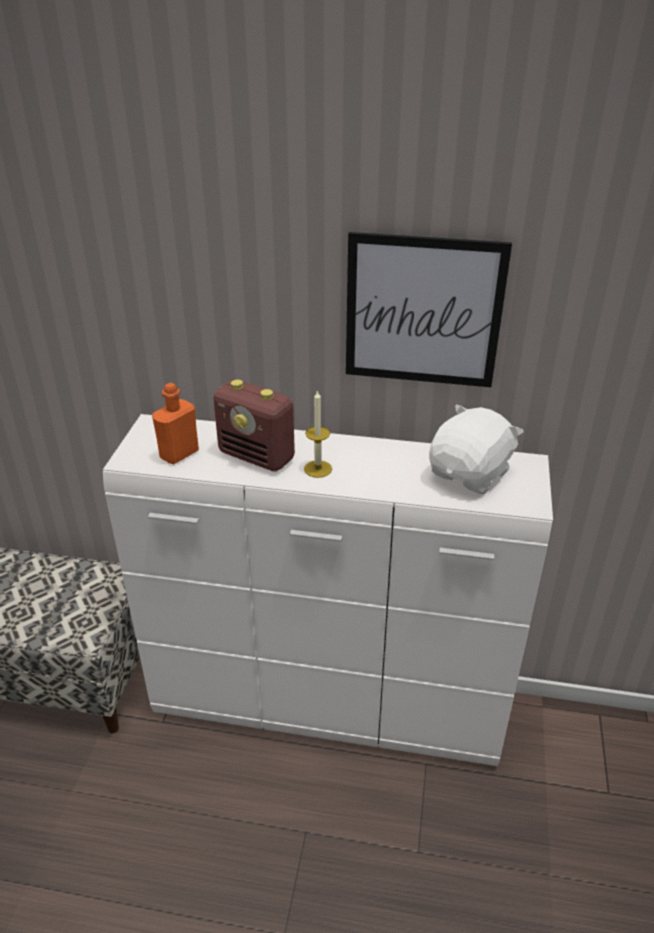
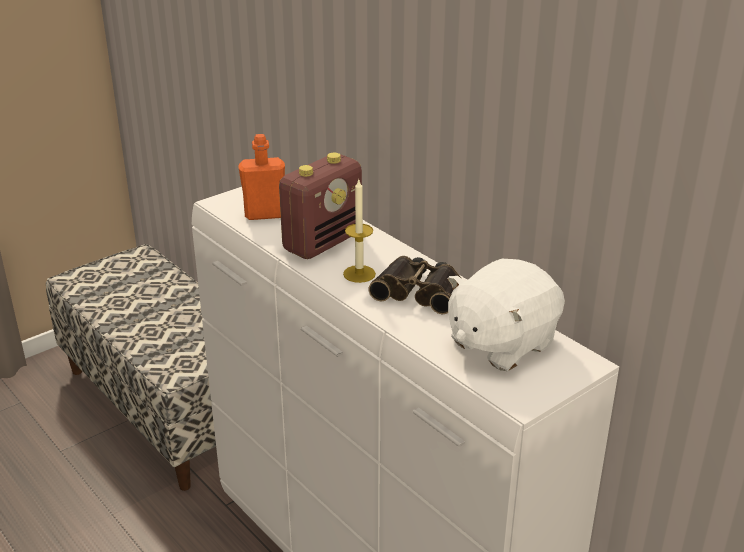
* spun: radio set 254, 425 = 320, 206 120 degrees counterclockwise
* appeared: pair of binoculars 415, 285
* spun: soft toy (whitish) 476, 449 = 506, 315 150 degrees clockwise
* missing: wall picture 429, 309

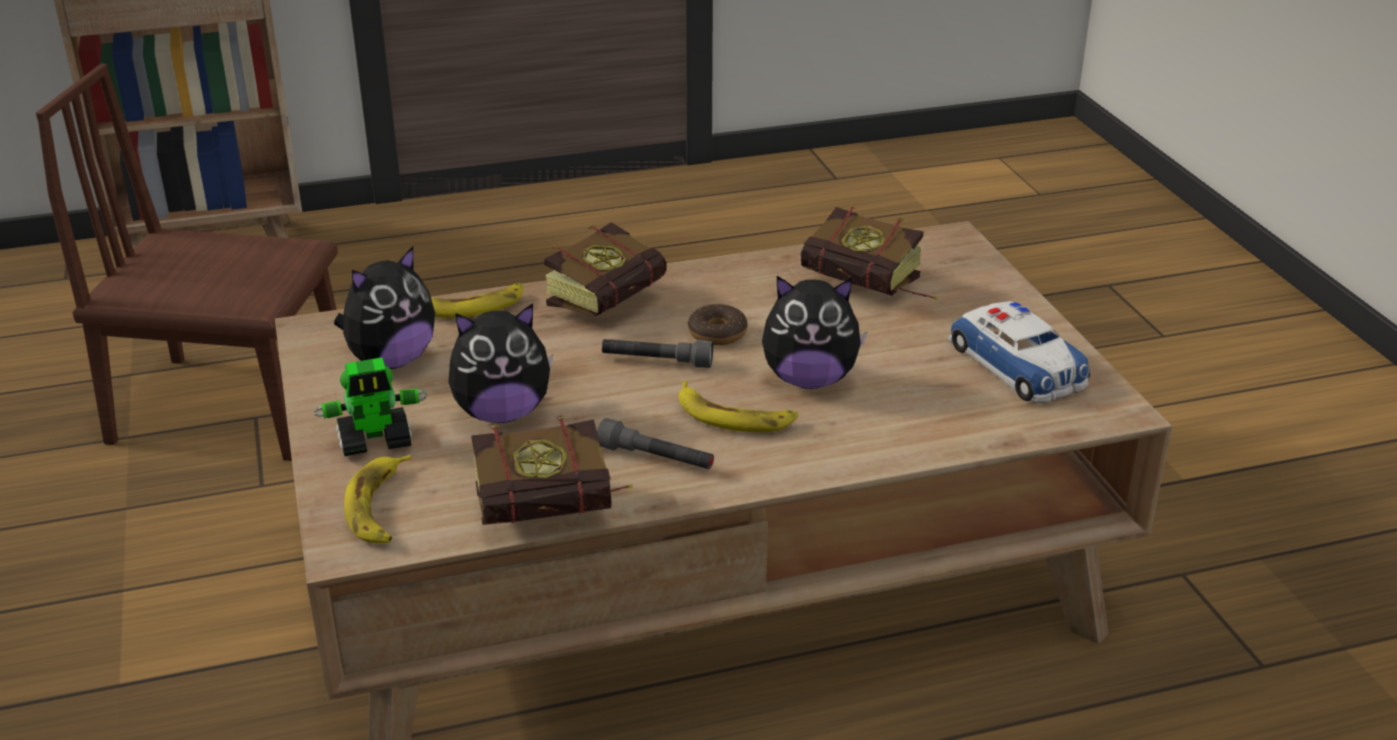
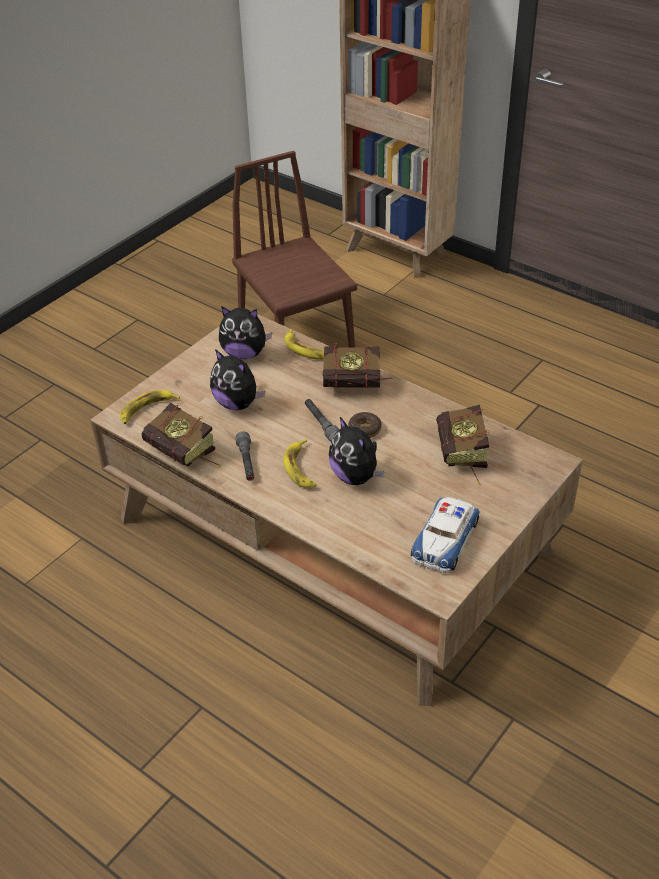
* missing: model robot 371, 407

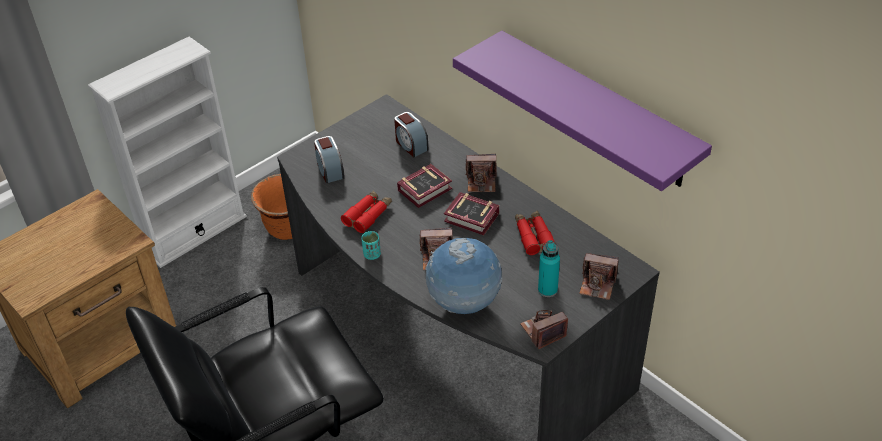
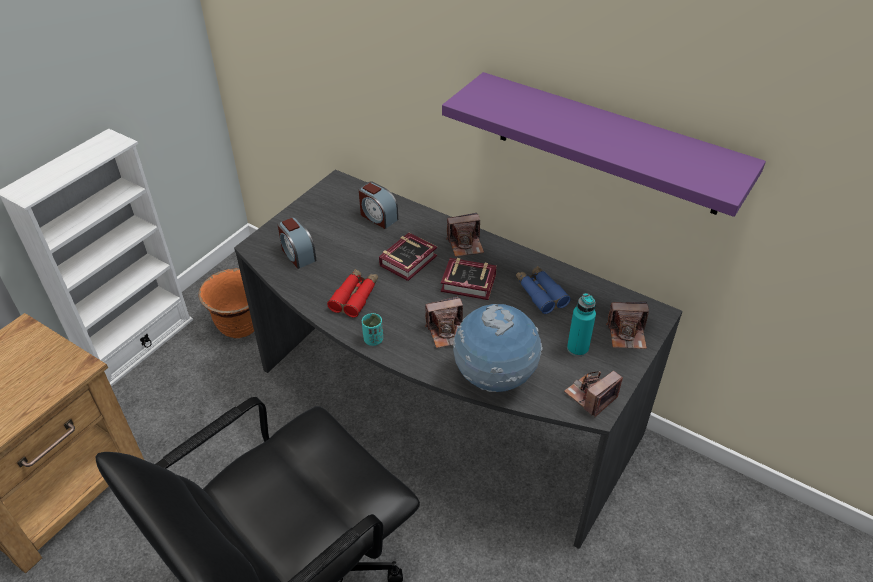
* colour: pair of binoculars (reddish) 535, 233 to pair of binoculars (bluish) 543, 290

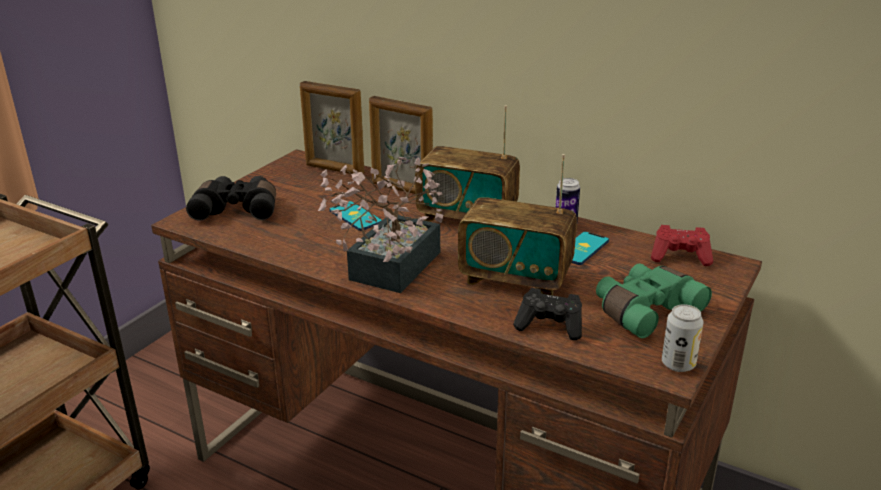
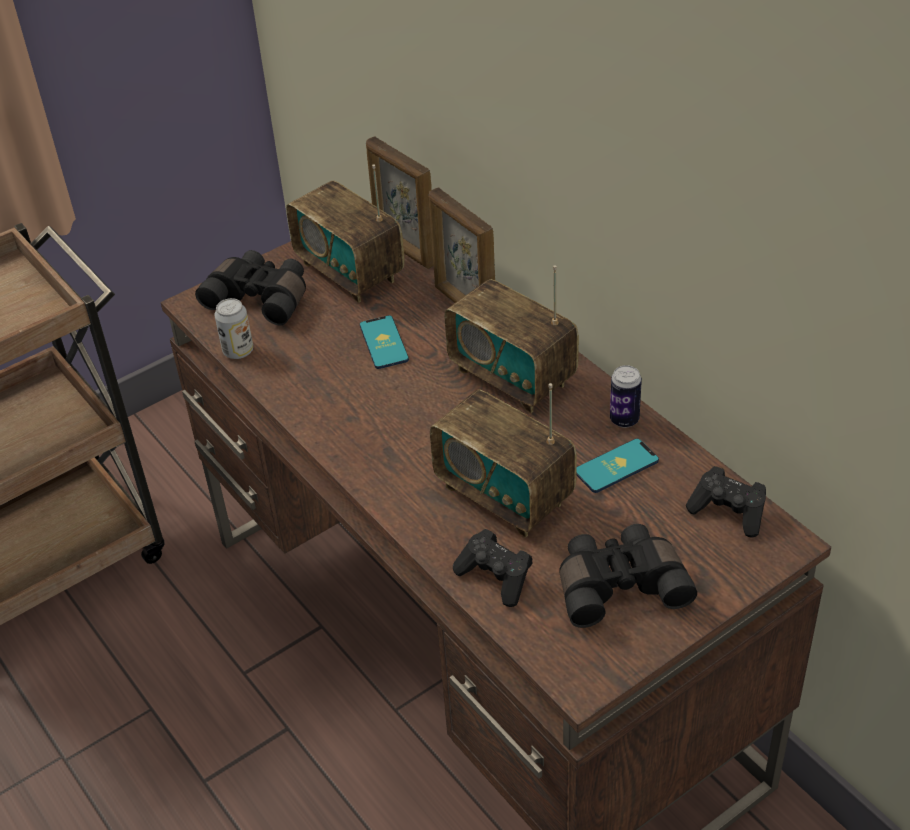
* relocated: sealed can 683, 338 to 233, 328
* appeared: radio set 345, 233
* colour: pair of binoculars (greenish) 654, 301 to pair of binoculars (black-coloured) 628, 576
* colour: game controller (reddish) 682, 245 to game controller (black-coloured) 726, 502
* missing: houseplant 380, 225

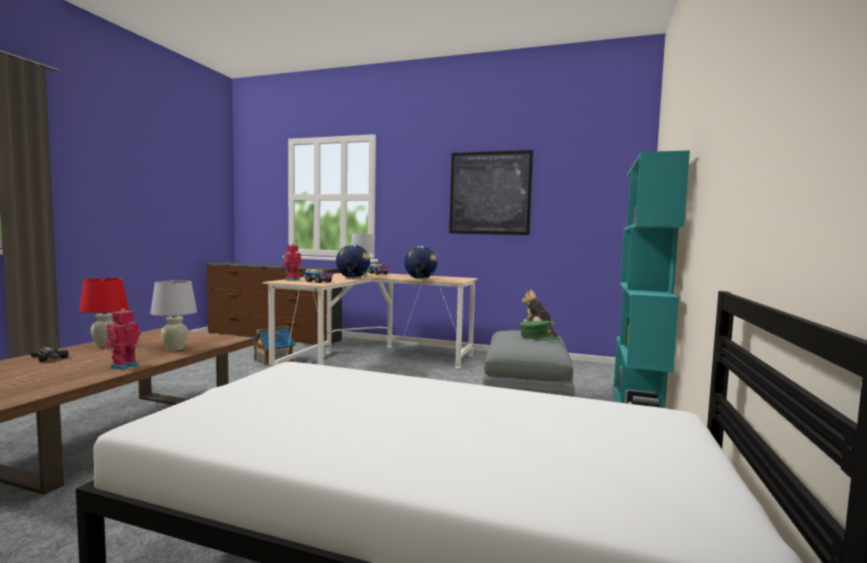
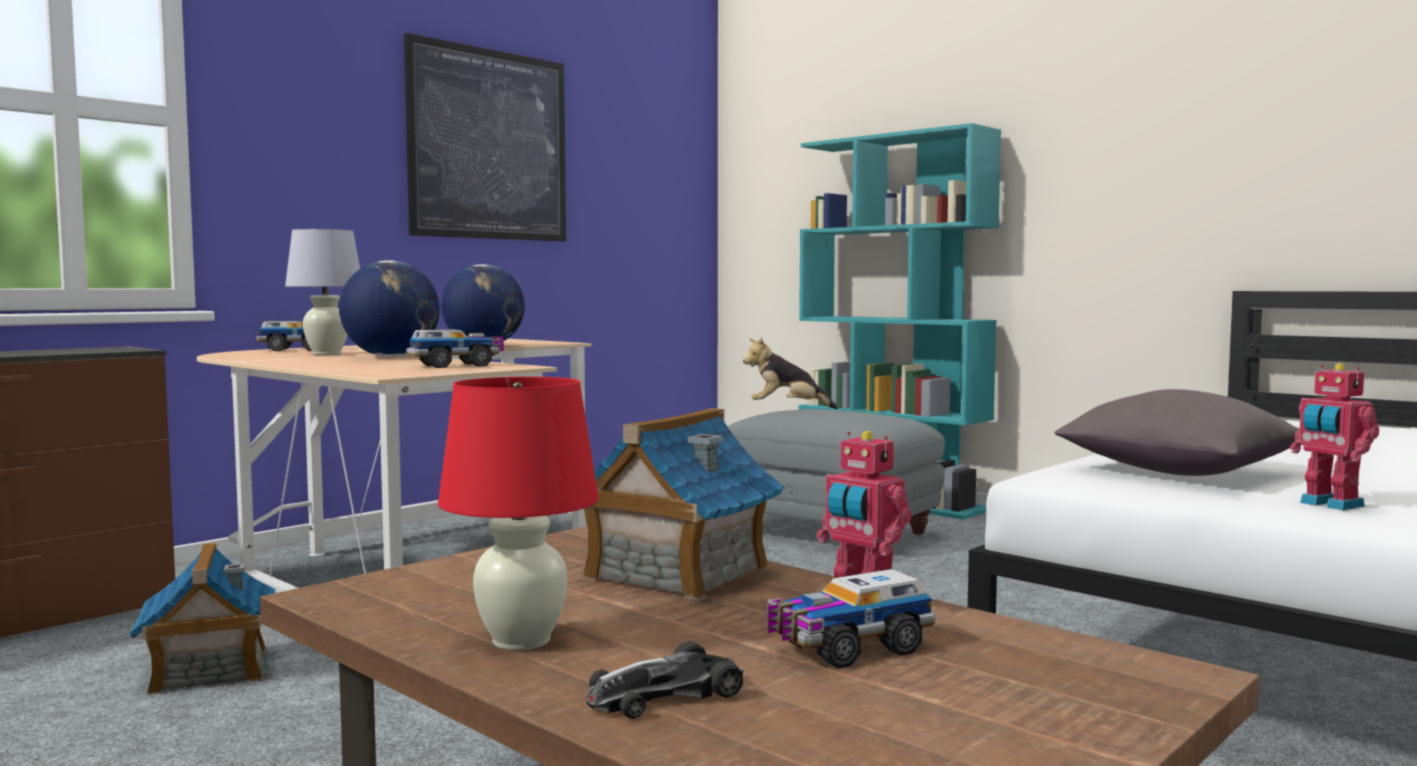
* exchanged: lamp for a table (whitish) 173, 315 to toy house 683, 504
* appeared: toy lorry 851, 619
* appeared: throw pillow (greyish) 1177, 432
* relocated: model robot 292, 262 to 1334, 437
* missing: peaked cap (greenish) 539, 331

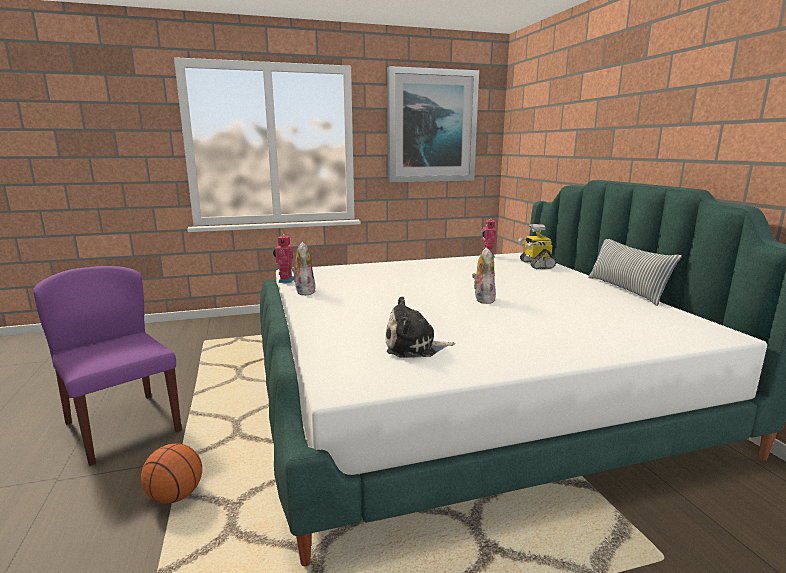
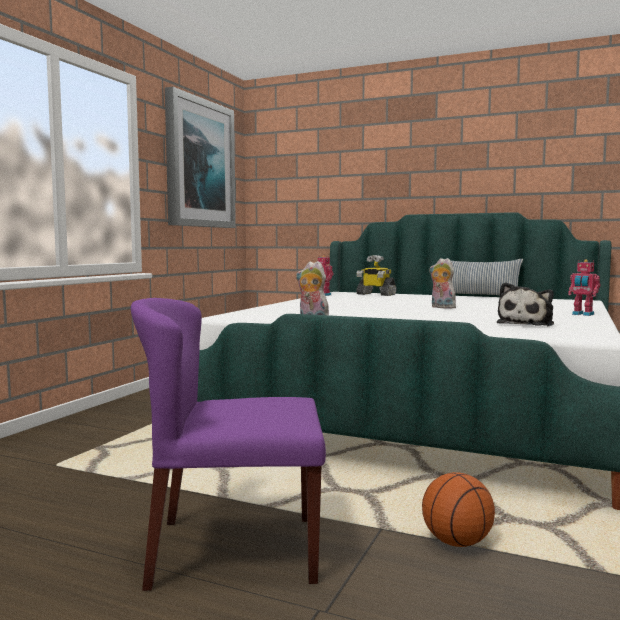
* relocated: model robot 283, 258 to 584, 288

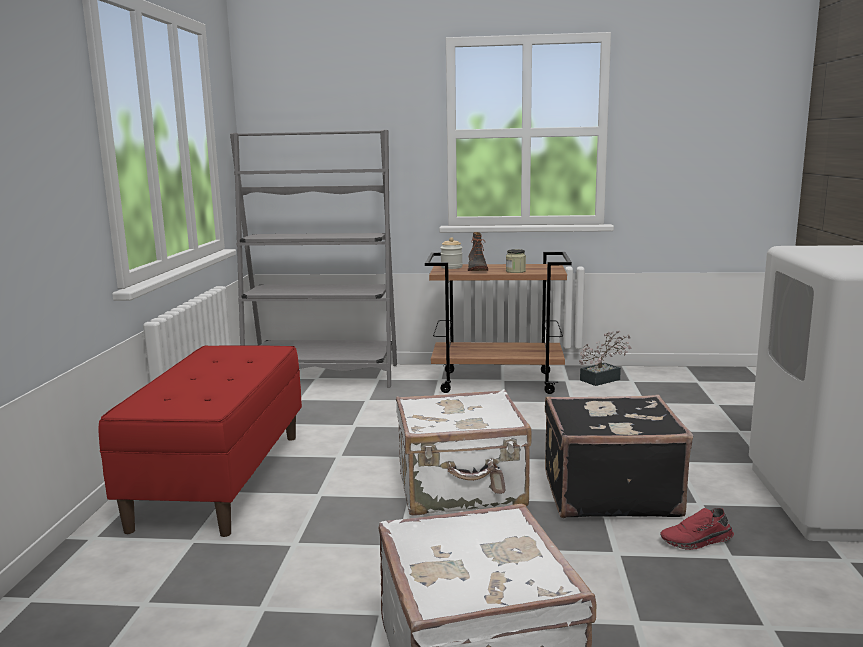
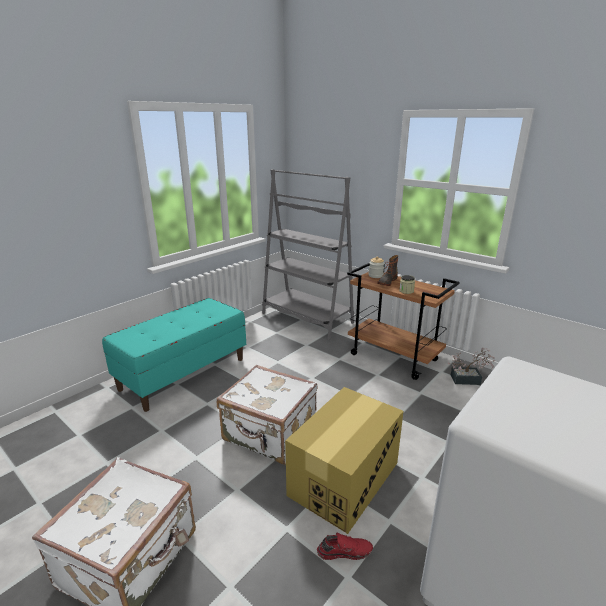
* colour: indoor bench (reddish) 200, 441 to indoor bench (blue-green) 174, 355
* exchanged: piece of luggage (black-coloured) 619, 456 to carton 344, 460
* spun: shoe (reddish) 697, 529 = 345, 546 150 degrees clockwise

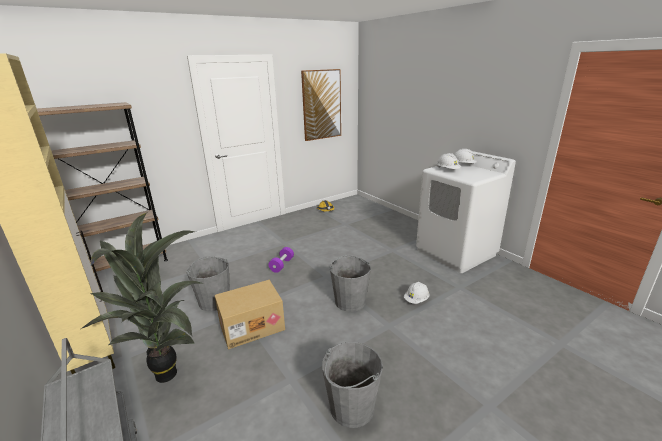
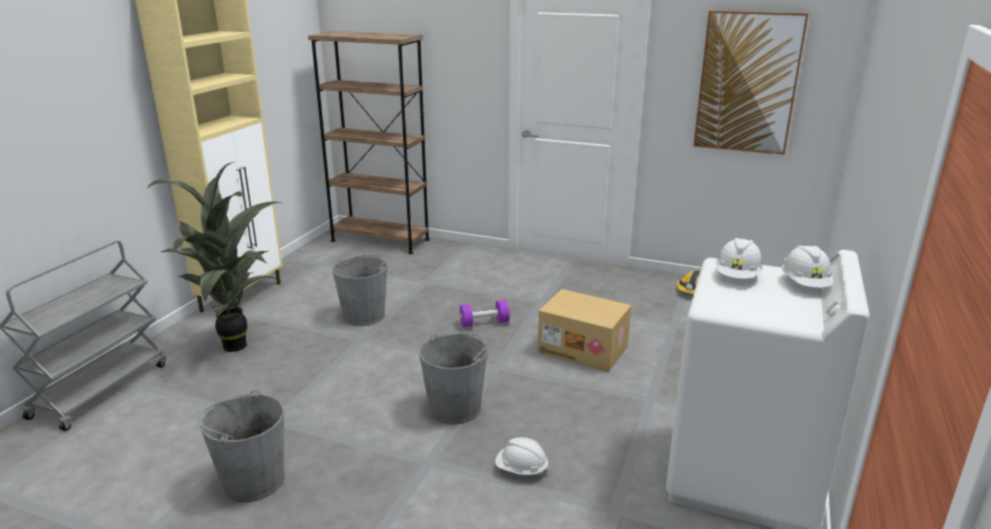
* relocated: carton 250, 314 to 584, 330

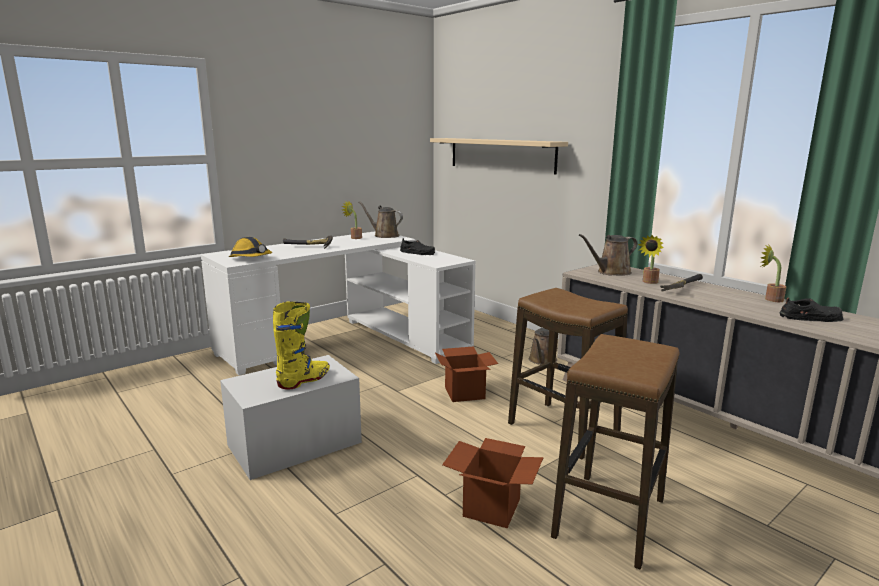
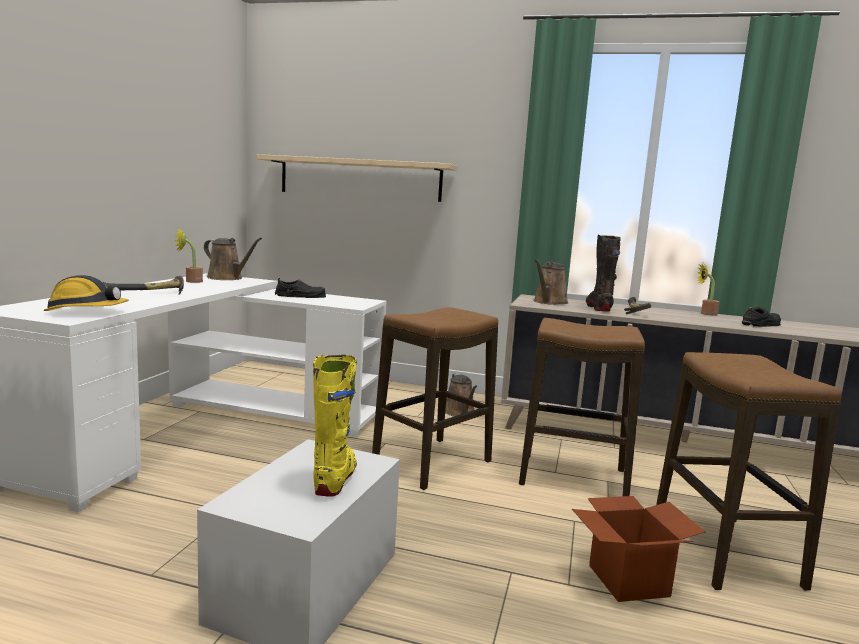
* spun: watering can (brown-coloured) 380, 219 = 233, 258 150 degrees counterclockwise
* exchanged: carton 466, 374 to stool 435, 398
* exchanged: houseplant 651, 259 to high-top boot (black-coloured) 603, 273

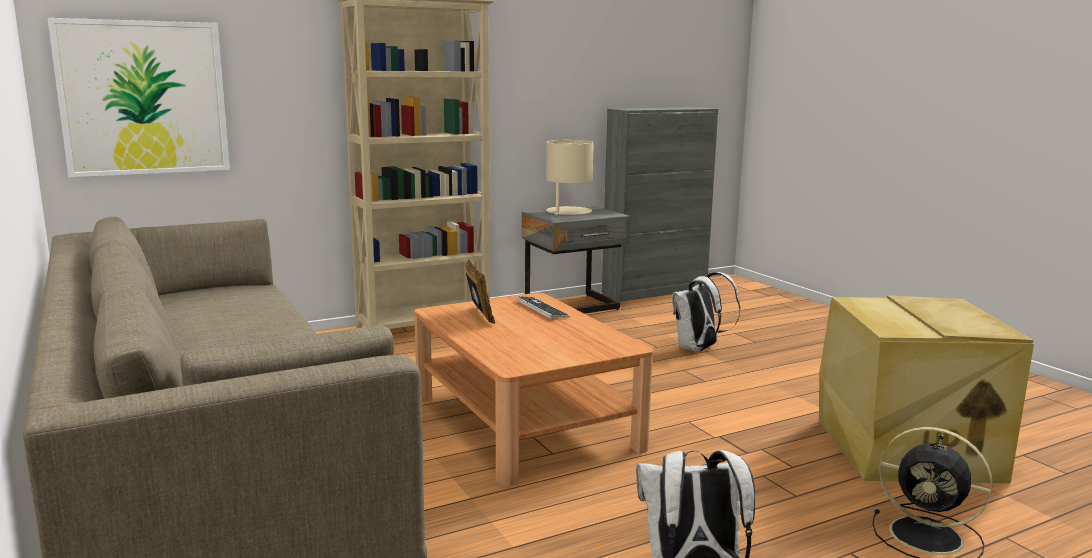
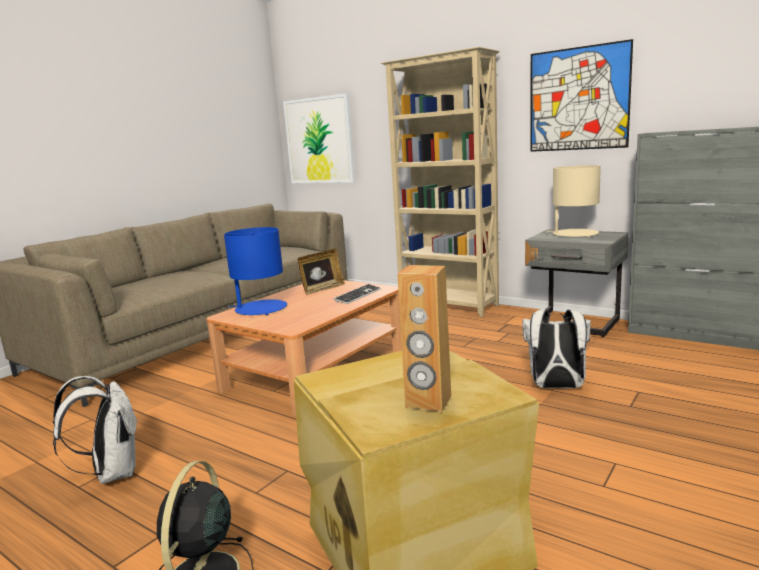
* appeared: lamp for a table (bluish) 255, 271
* appeared: speaker (brown-coloured) 424, 338
* appeared: wall picture 581, 95

